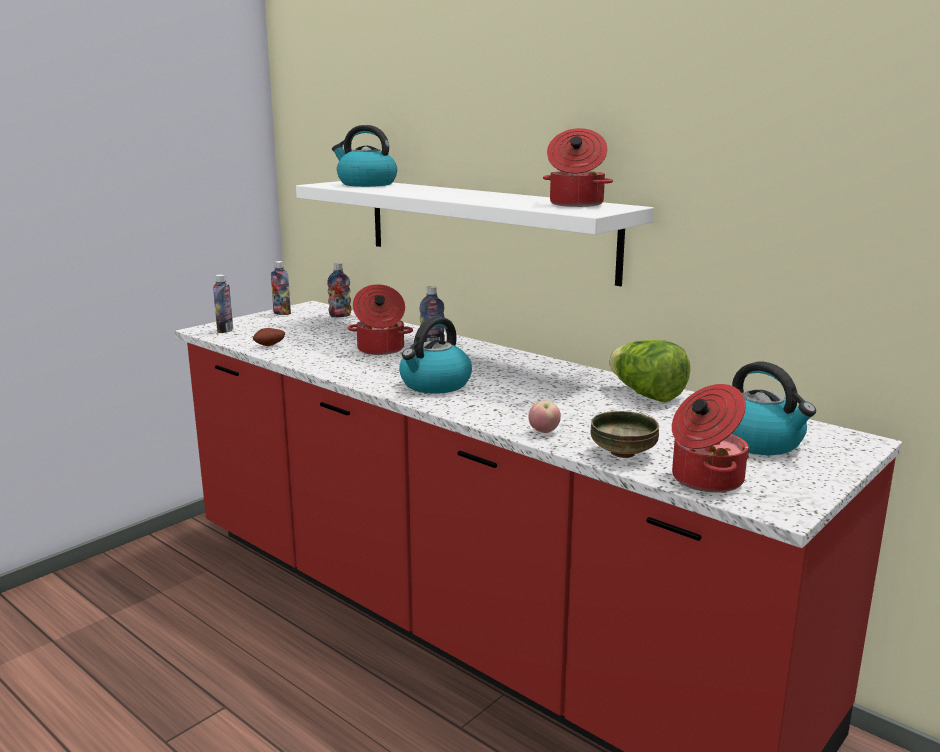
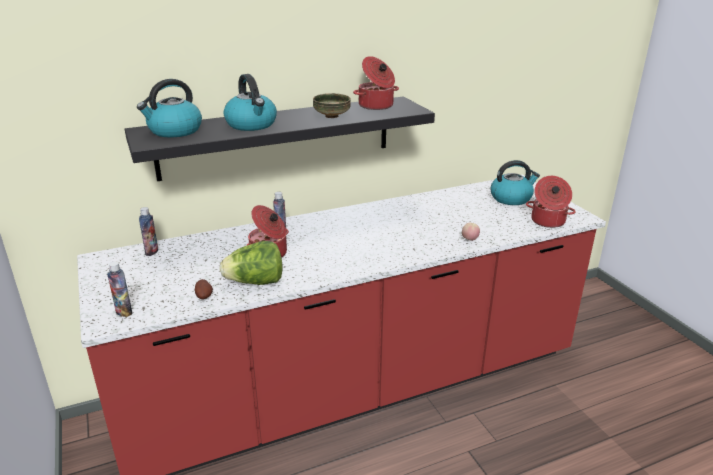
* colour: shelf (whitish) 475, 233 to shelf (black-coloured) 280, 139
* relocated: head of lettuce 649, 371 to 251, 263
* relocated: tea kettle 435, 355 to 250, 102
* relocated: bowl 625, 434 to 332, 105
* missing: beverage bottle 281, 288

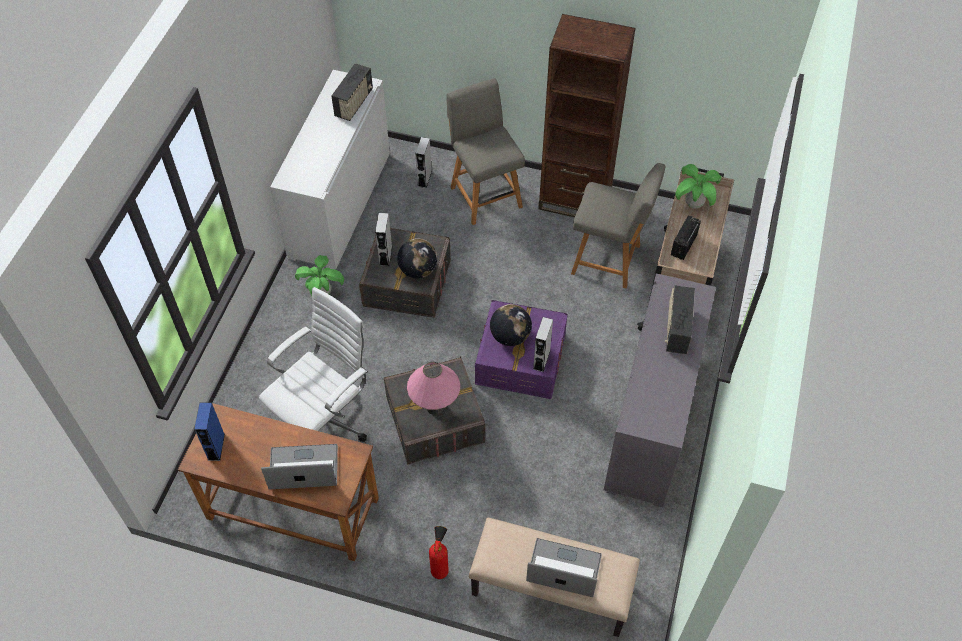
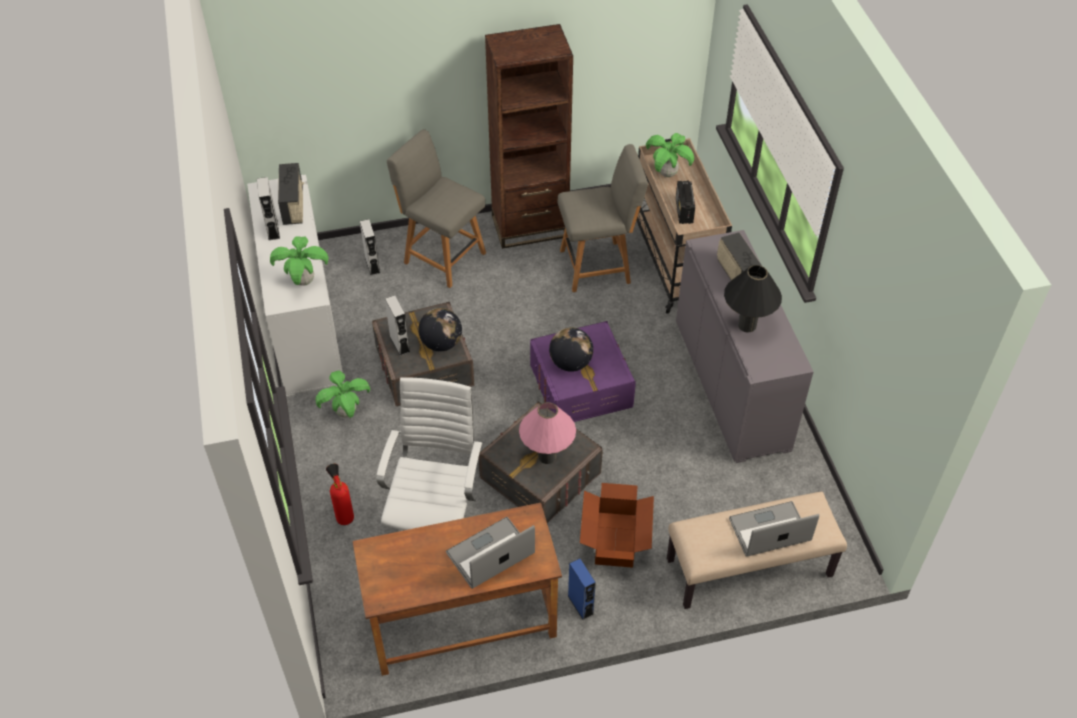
* relocated: speaker (greyish) 543, 344 to 268, 208
* appeared: houseplant 299, 261
* relocated: fire-fighting cylinder 439, 552 to 340, 494
* relocated: speaker (bluish) 209, 431 to 582, 589
* appeared: carton 617, 525
* appeared: lamp for a table (black-coloured) 753, 299

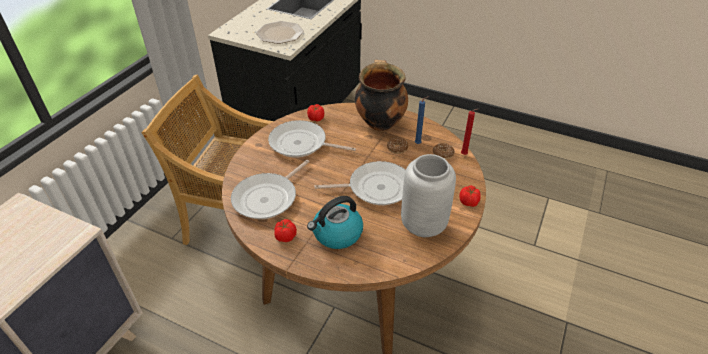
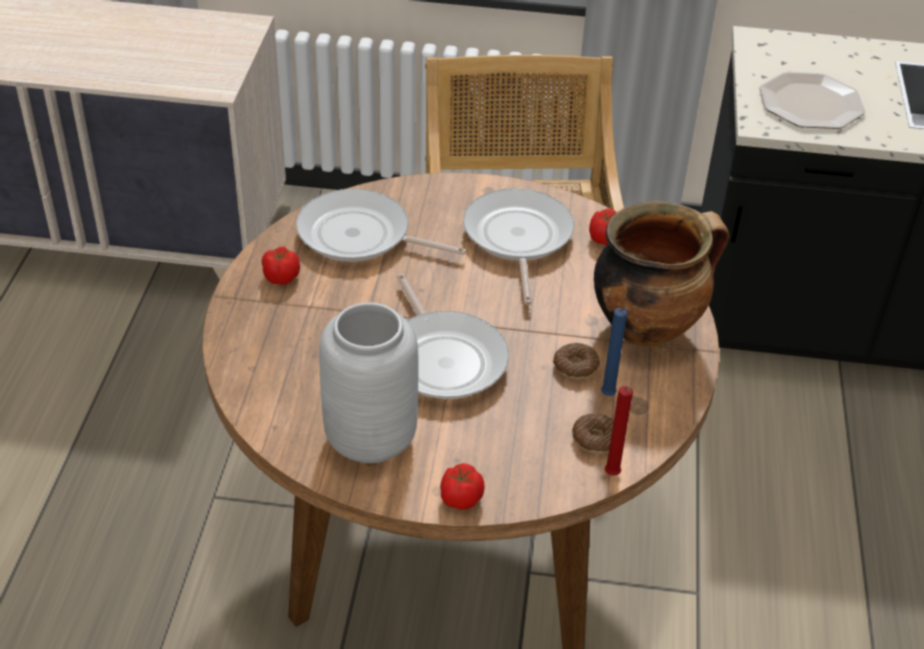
* missing: tea kettle 335, 222

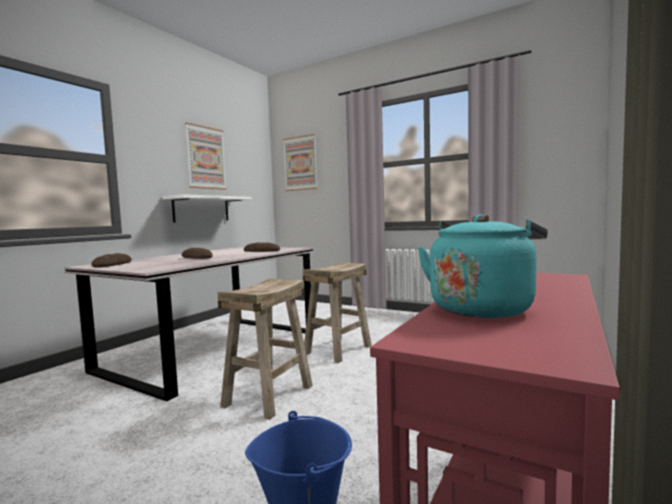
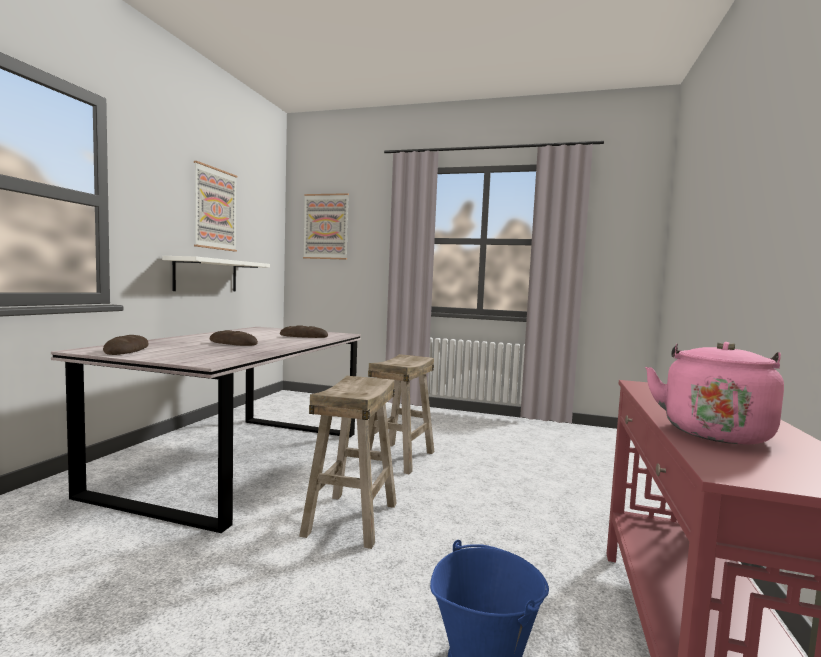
* colour: tea kettle (blue-green) 482, 266 to tea kettle (pink-coloured) 714, 393

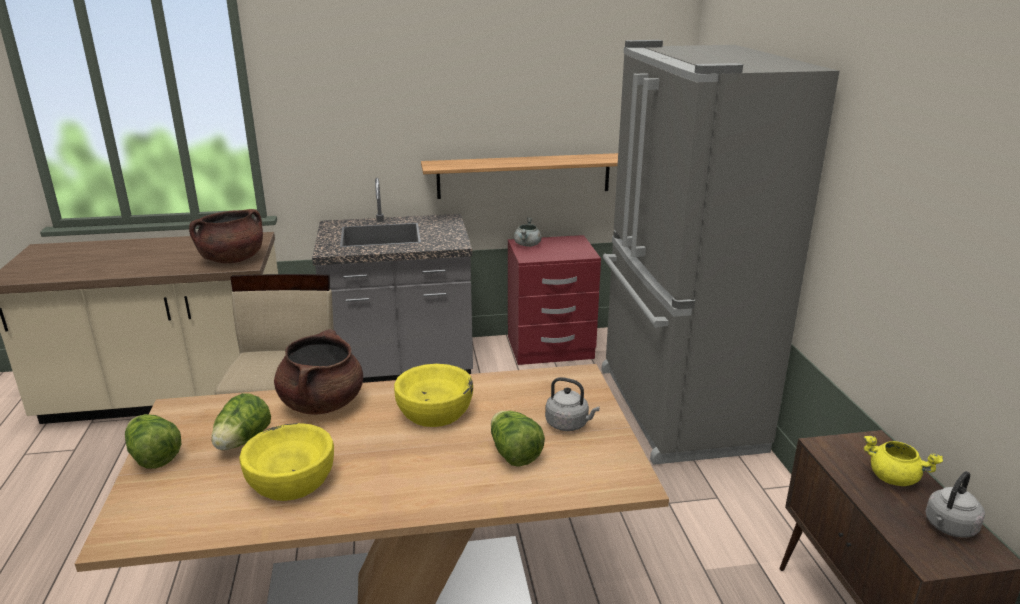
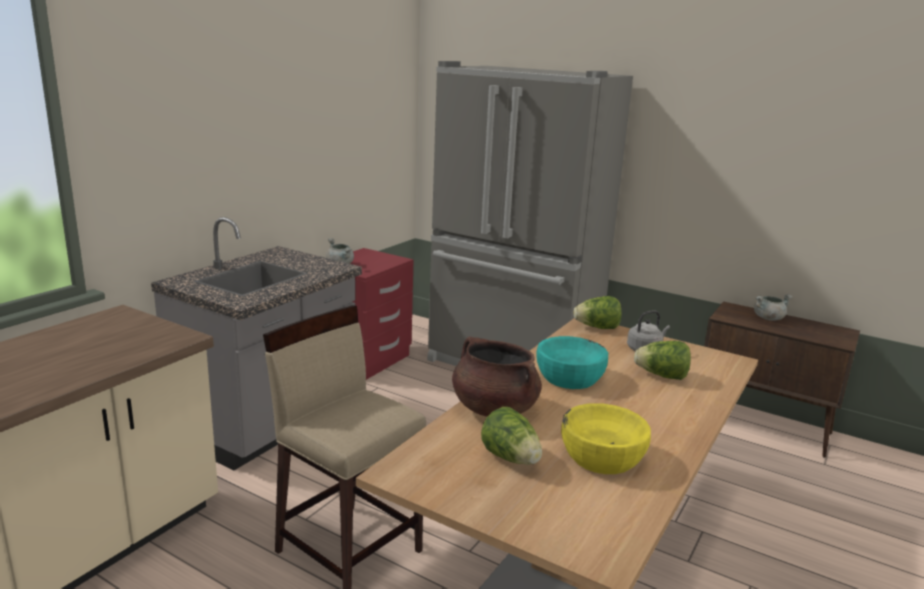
* colour: bowl (yellow-coloured) 433, 395 to bowl (blue-green) 572, 362
* relocated: head of lettuce 153, 441 to 597, 312
* colour: saucepot (yellow-coloured) 903, 461 to saucepot (greyish) 773, 307
* missing: saucepot (brown-coloured) 226, 236
* missing: shelf 519, 176
* missing: tea kettle (greyish) 955, 504

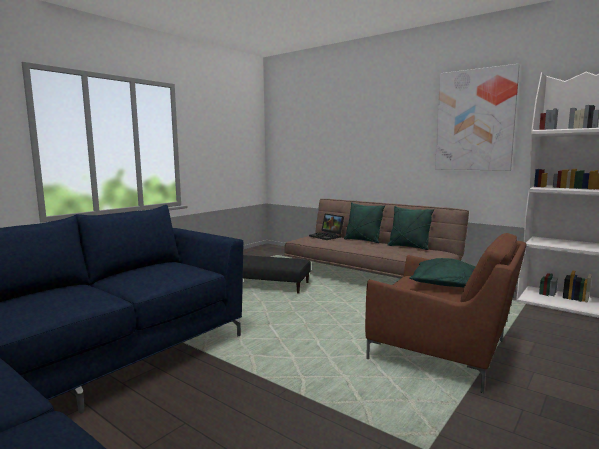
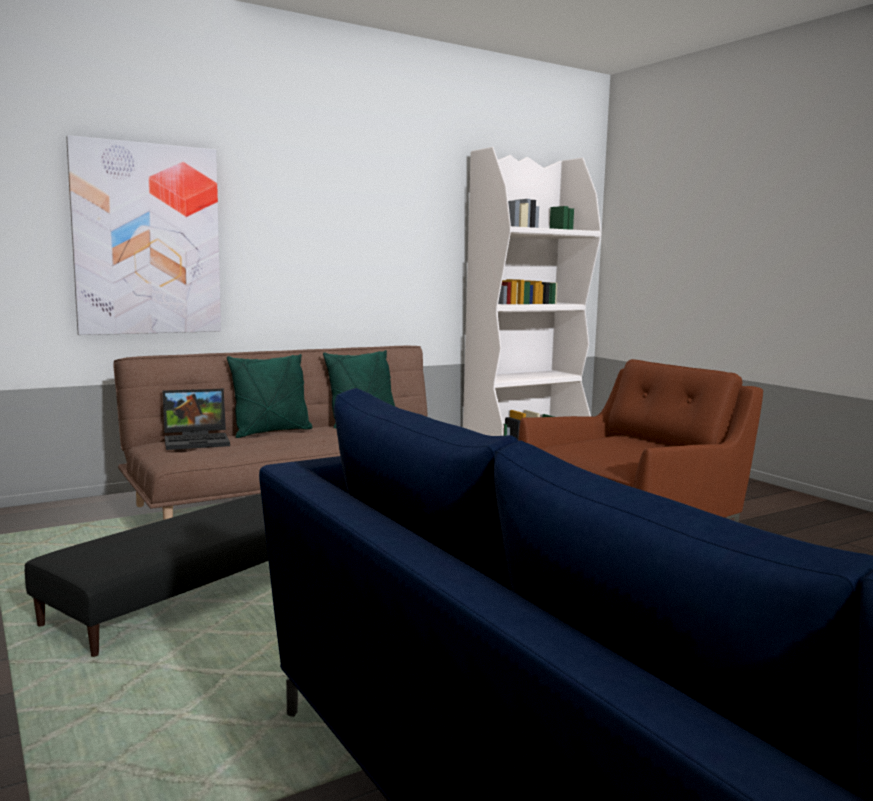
* relocated: wall picture 477, 117 to 143, 235
* missing: throw pillow (greenish) 442, 273

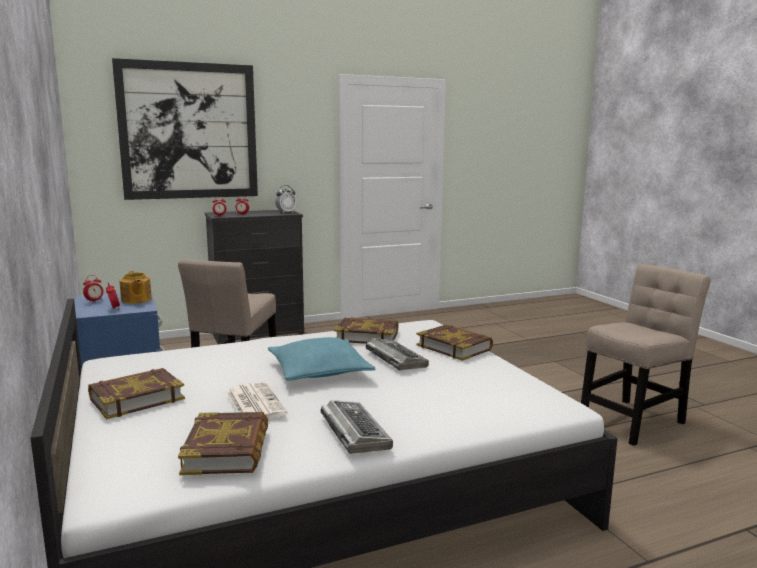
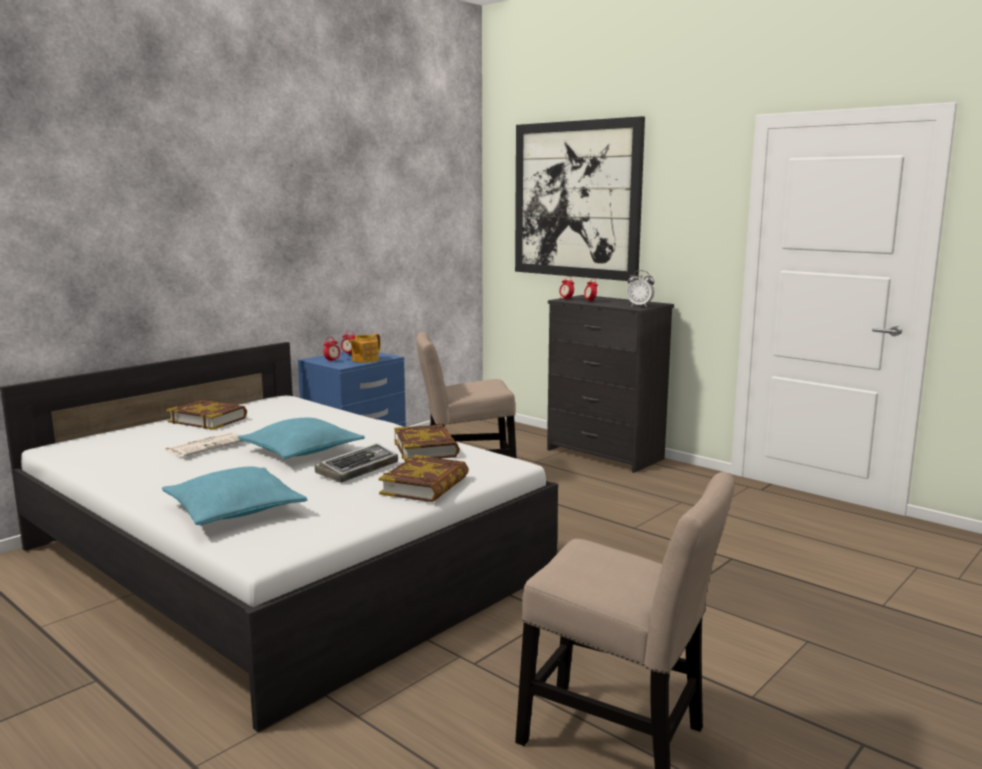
* appeared: throw pillow (blue-green) 235, 496
* missing: book 223, 443
* missing: computer keyboard 357, 427

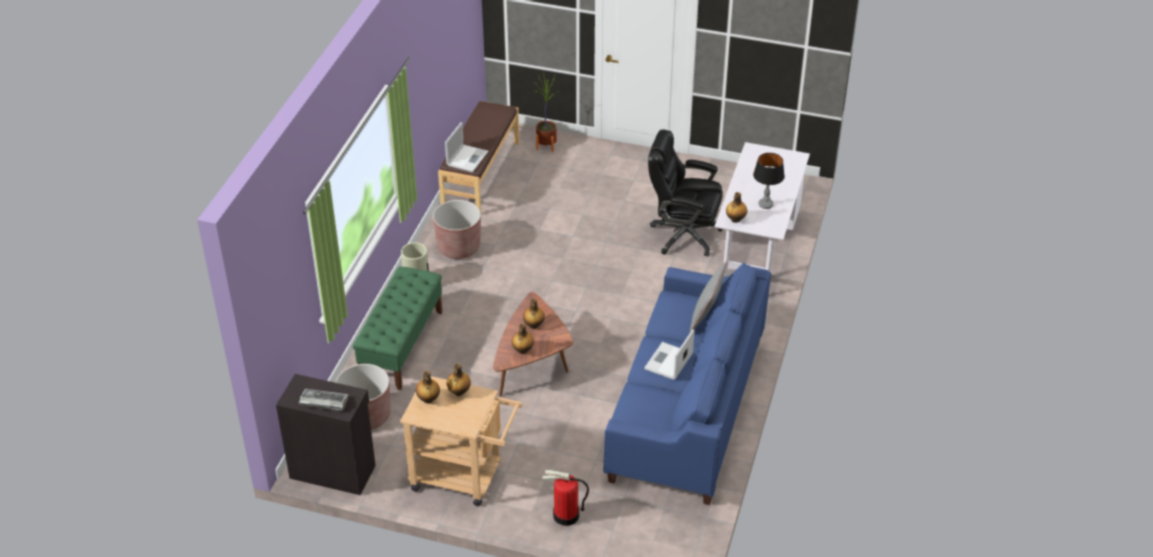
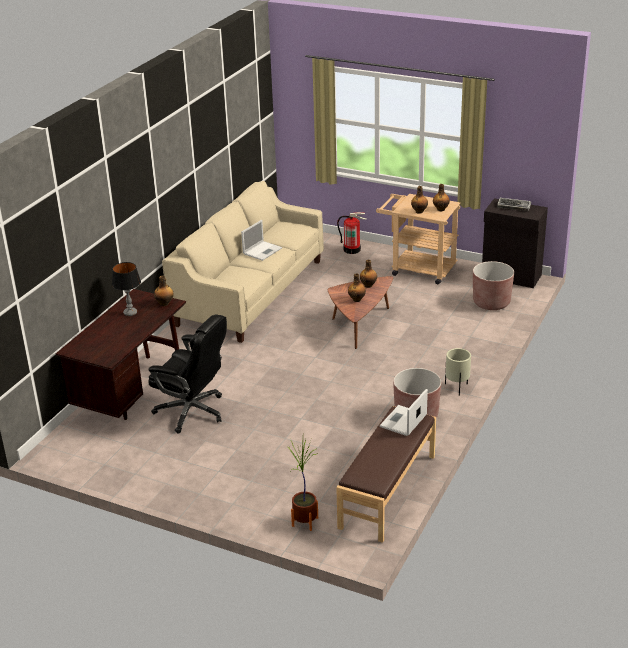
* colour: desk table (whitish) 762, 209 to desk table (brown-coloured) 121, 354
* colour: couch (bluish) 687, 384 to couch (sand-coloured) 243, 262
* missing: indoor bench (greenish) 397, 328
* missing: throw pillow (greyish) 708, 297

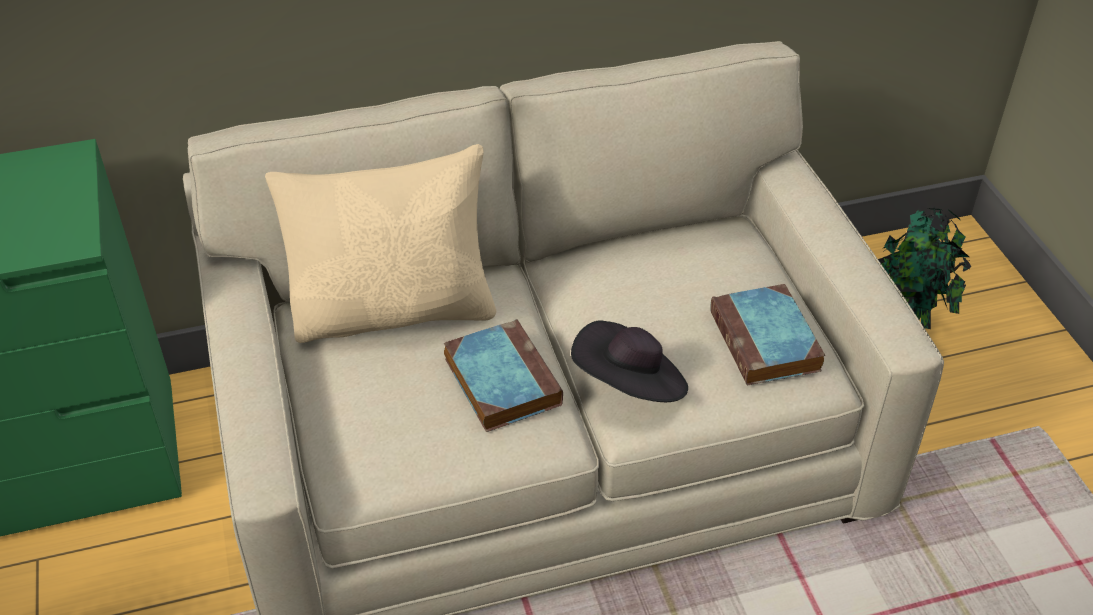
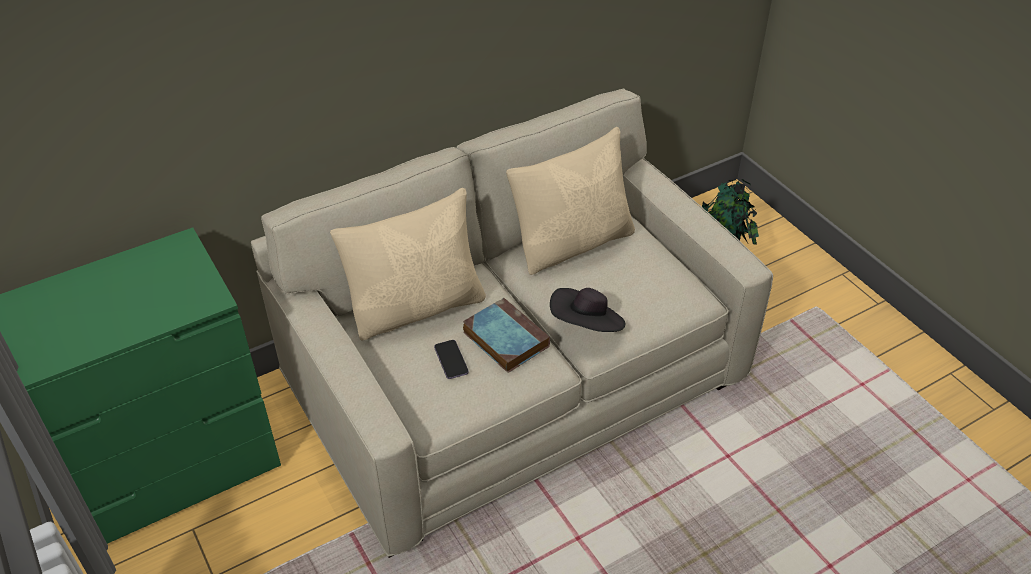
* appeared: phone 451, 359
* appeared: throw pillow (sand-coloured) 570, 201
* missing: book 767, 335

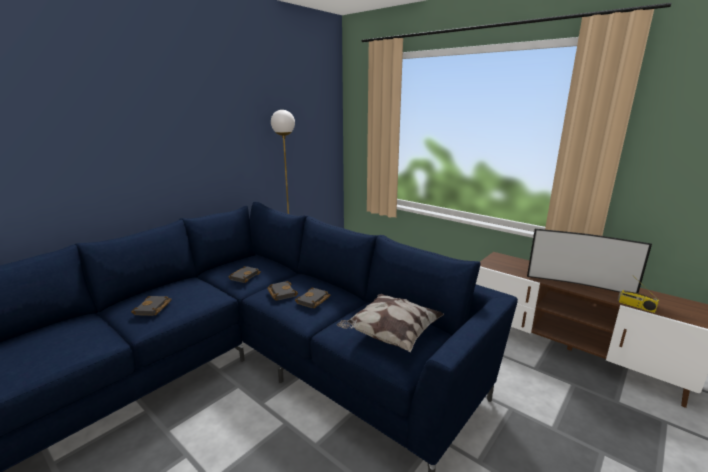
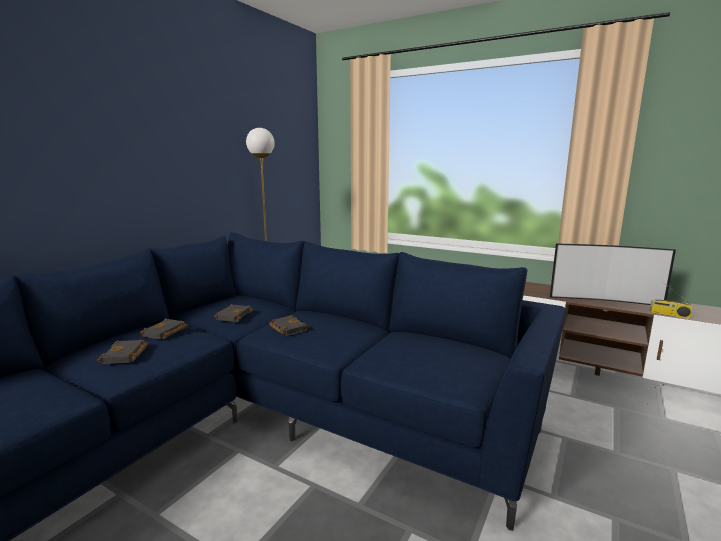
* relocated: book (black-coloured) 313, 298 to 164, 329
* missing: throw pillow 390, 323

